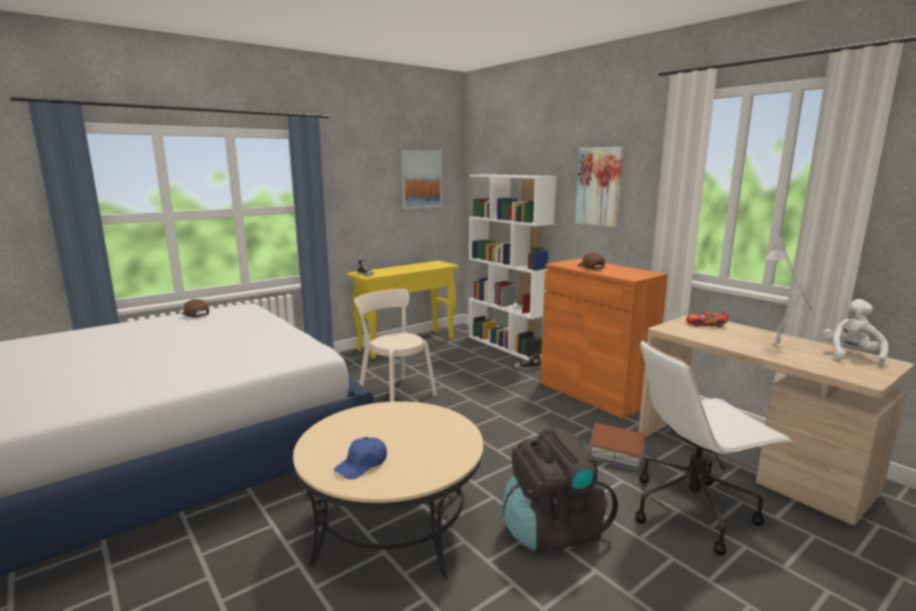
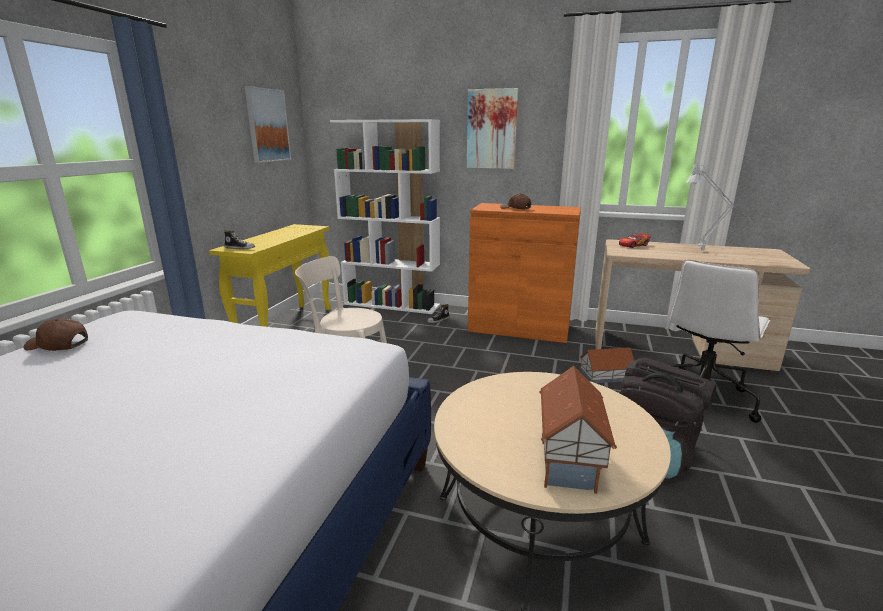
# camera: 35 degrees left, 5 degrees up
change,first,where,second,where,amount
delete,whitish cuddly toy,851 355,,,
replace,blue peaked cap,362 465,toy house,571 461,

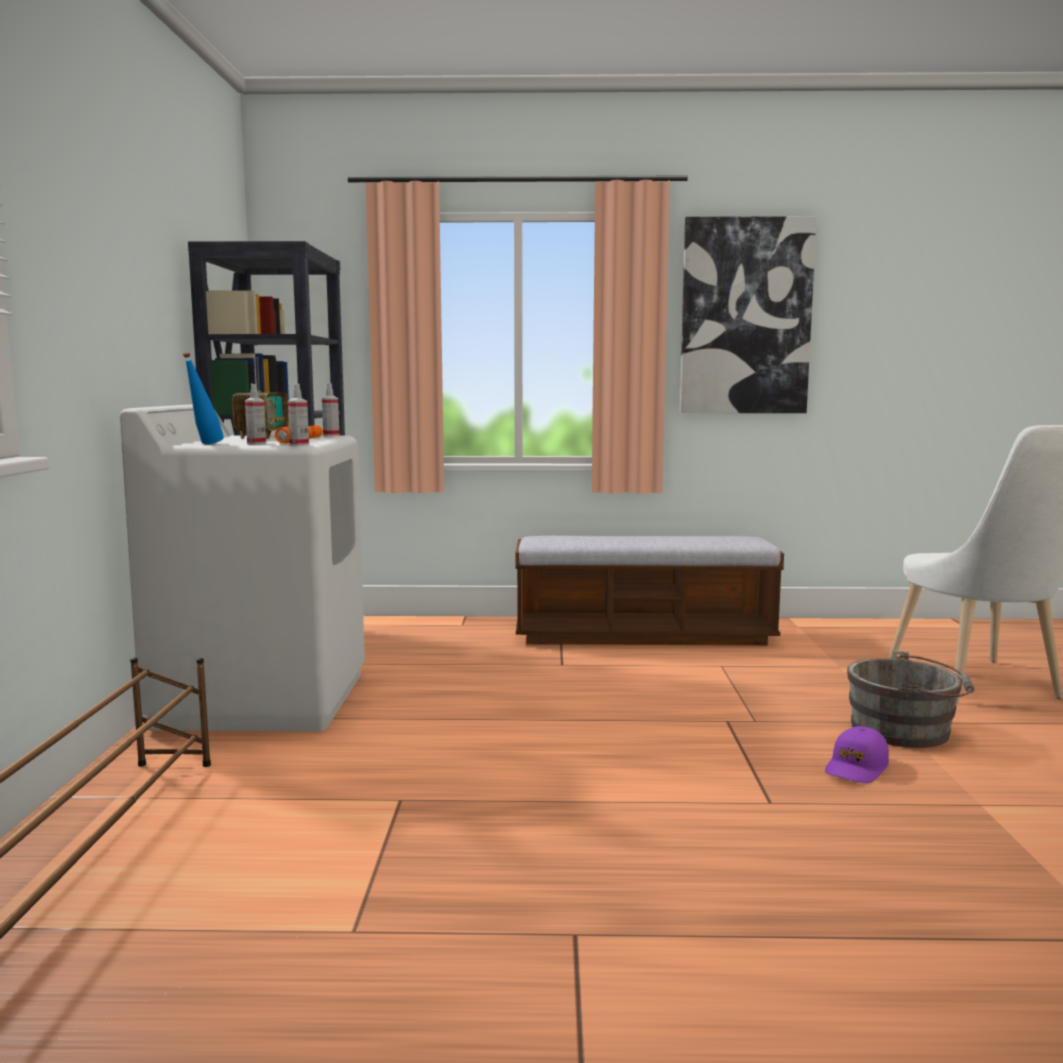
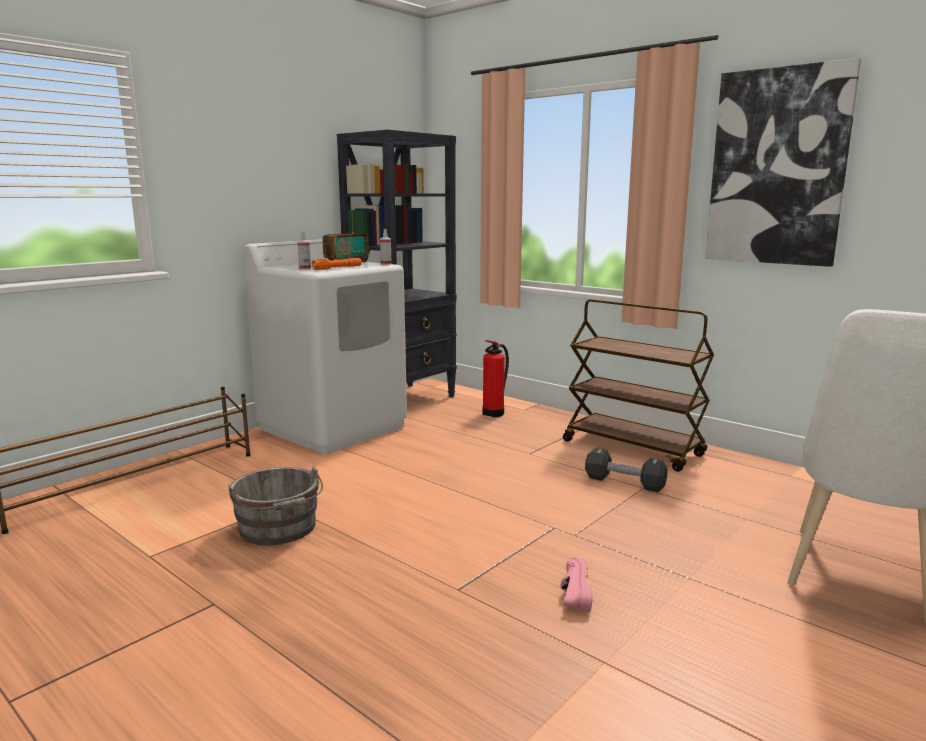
# camera: 40 degrees right, 5 degrees up
change,first,where,second,where,amount
delete,blue drink bottle,204 444,,,
delete,hand sprayer,299 445,,,
insert,,,fire extinguisher,495 413,
insert,,,black-coloured hand weight,624 483,
move,grey water bucket,906 730,,279 529,
replace,bench,643 635,brown trolley,633 448,
replace,purplish peaked cap,856 767,pink shoe,571 595,

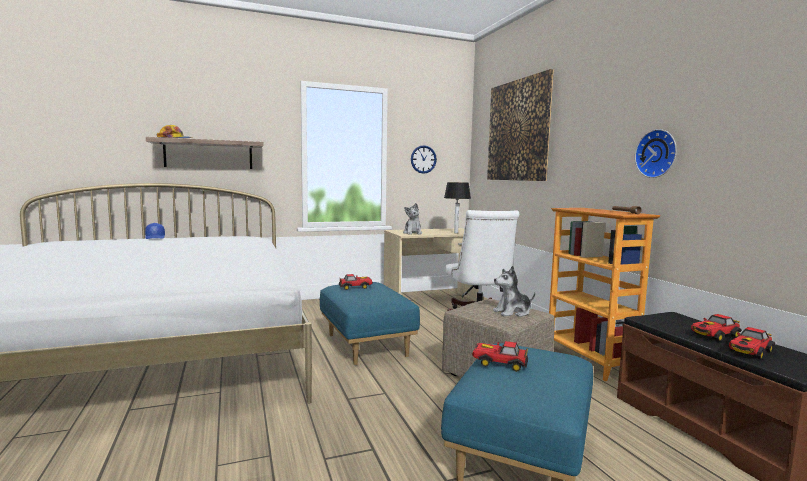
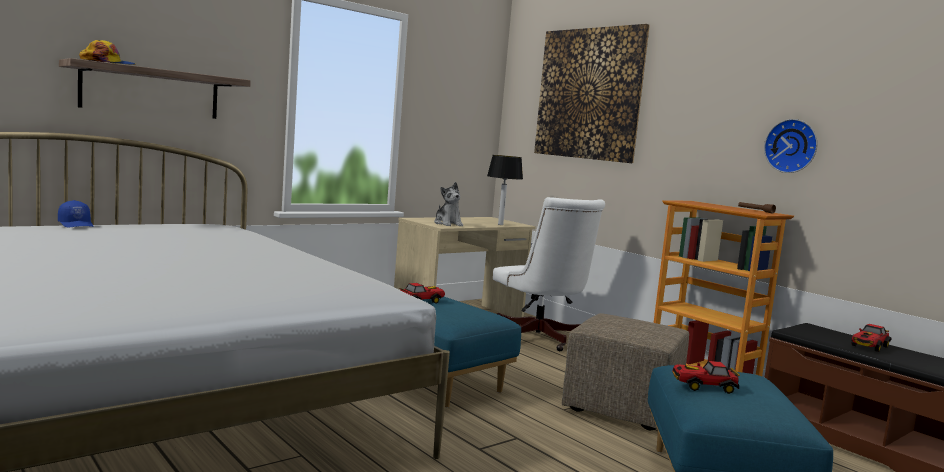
# camera: 20 degrees left, 0 degrees up
change,first,where,second,where,amount
delete,wall clock,423 159,,,
delete,cuddly toy,513 312,,,
delete,miniature car,749 352,,,

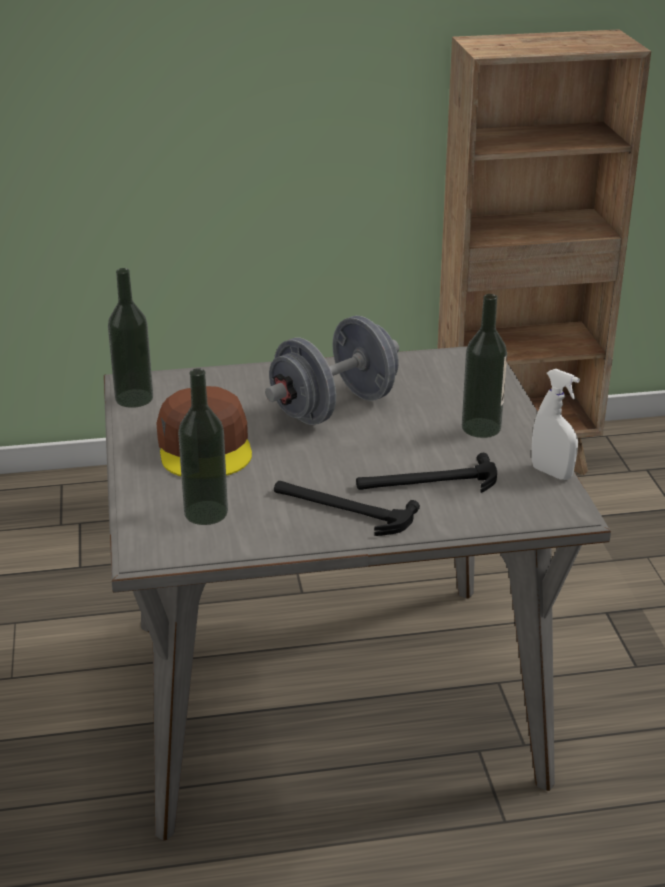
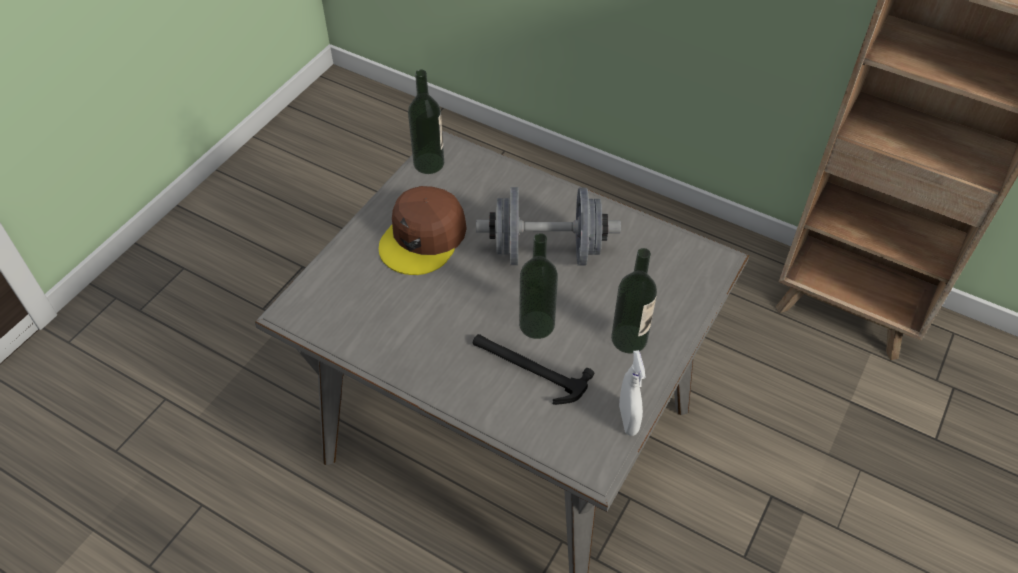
# camera: 40 degrees right, 20 degrees up
change,first,where,second,where,amount
delete,tool hammer,341 509,,,
move,drink bottle,206 512,,536 324,

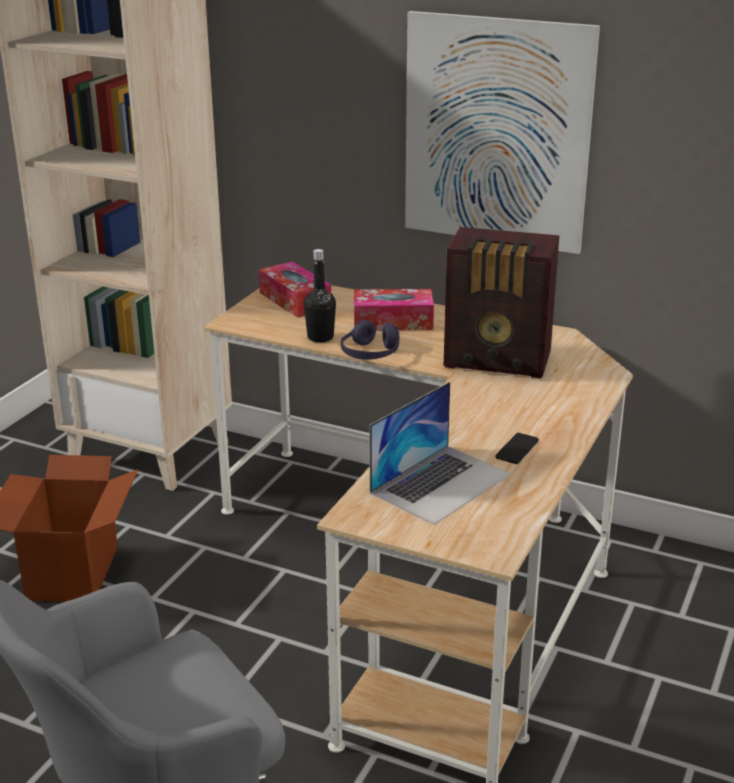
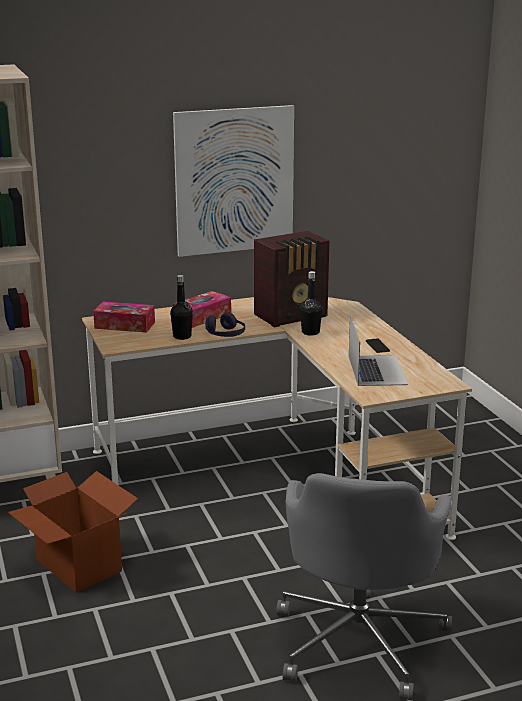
# camera: 45 degrees left, 5 degrees down
change,first,where,second,where,amount
insert,,,black-coloured drink bottle,310 332,

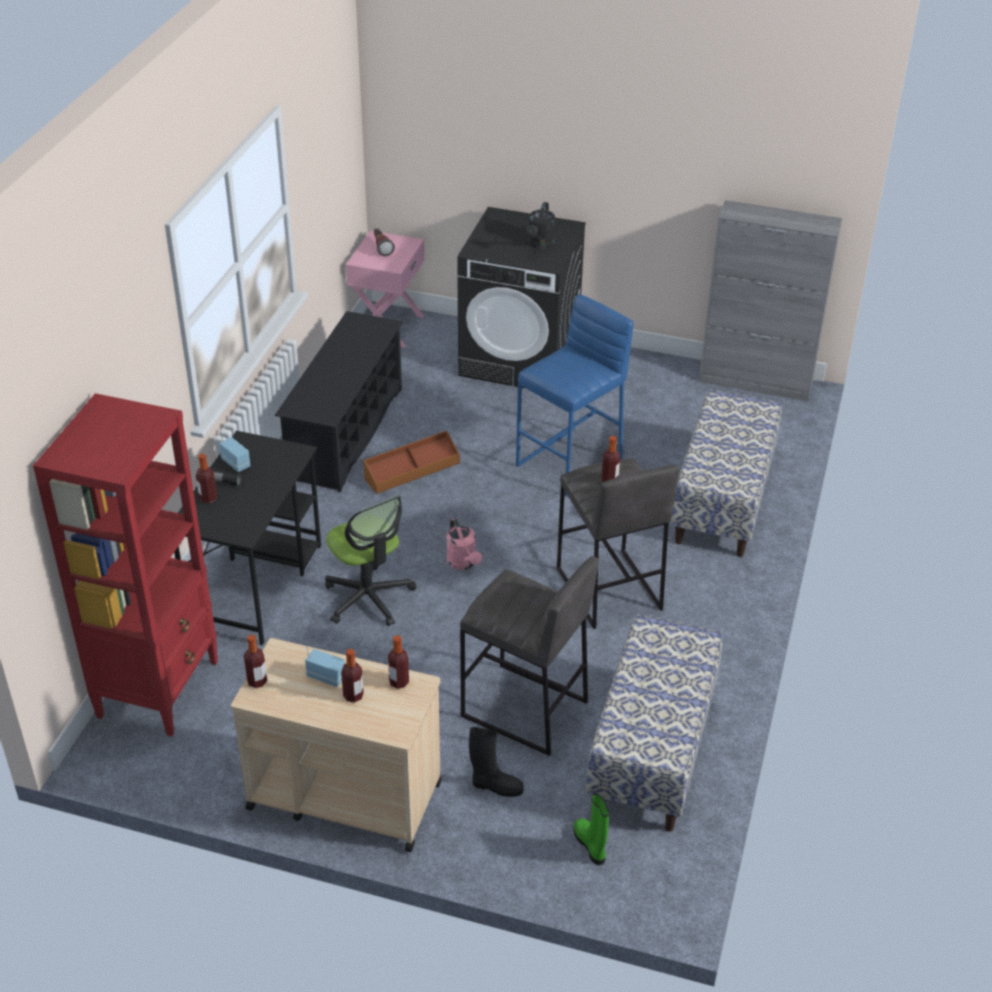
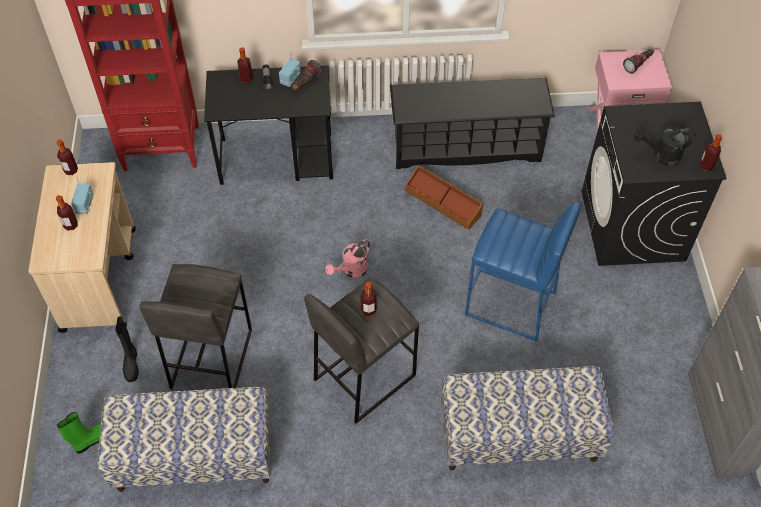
# camera: 70 degrees right, 15 degrees up
change,first,where,second,where,amount
delete,desk chair,368 598,,,
insert,,,torch,305 83,
move,drink bottle,399 682,,706 166,

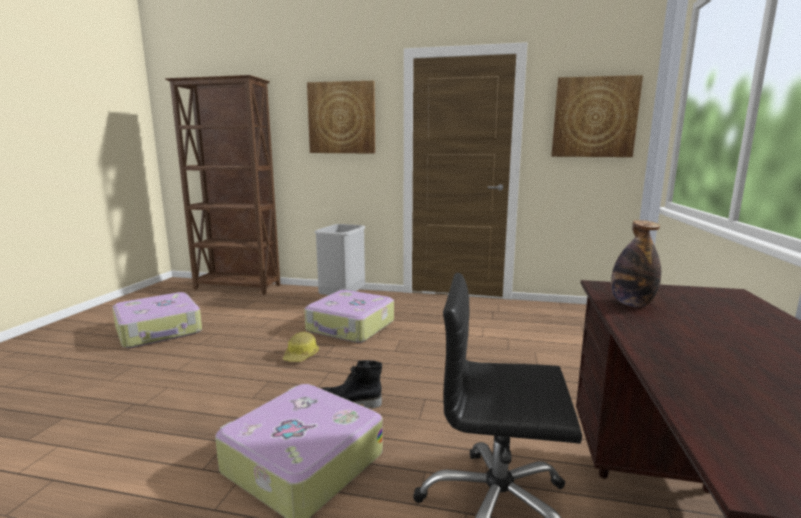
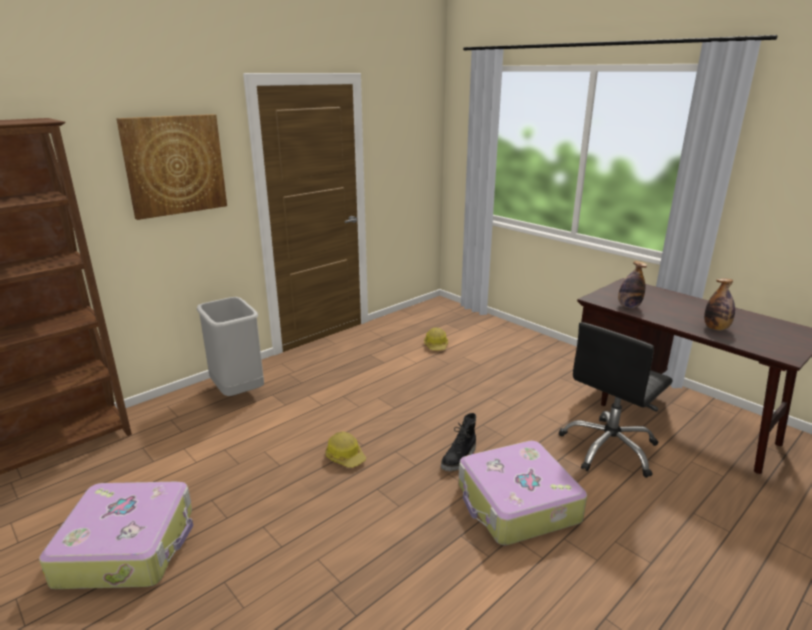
# camera: 55 degrees left, 10 degrees up
change,first,where,second,where,amount
delete,travel case,350 327,,,
delete,wall art,594 117,,,
insert,,,hard hat,436 345,
insert,,,drink bottle,716 328,

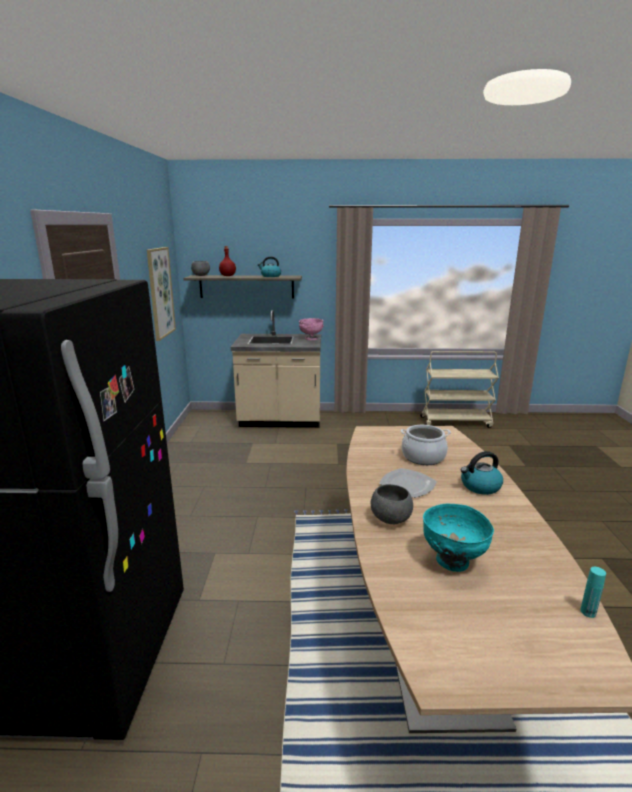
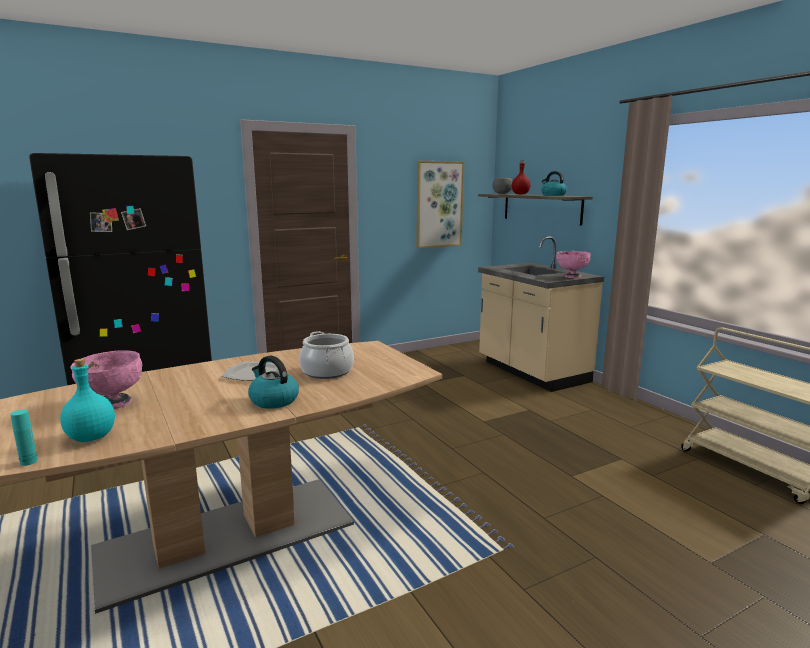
# camera: 60 degrees right, 5 degrees down
change,first,where,second,where,amount
delete,grey deep dish,390 520,,,
insert,,,blue-green drink bottle,92 437,
recolor,blue-green deep dish,452 562,pink deep dish,113 404,

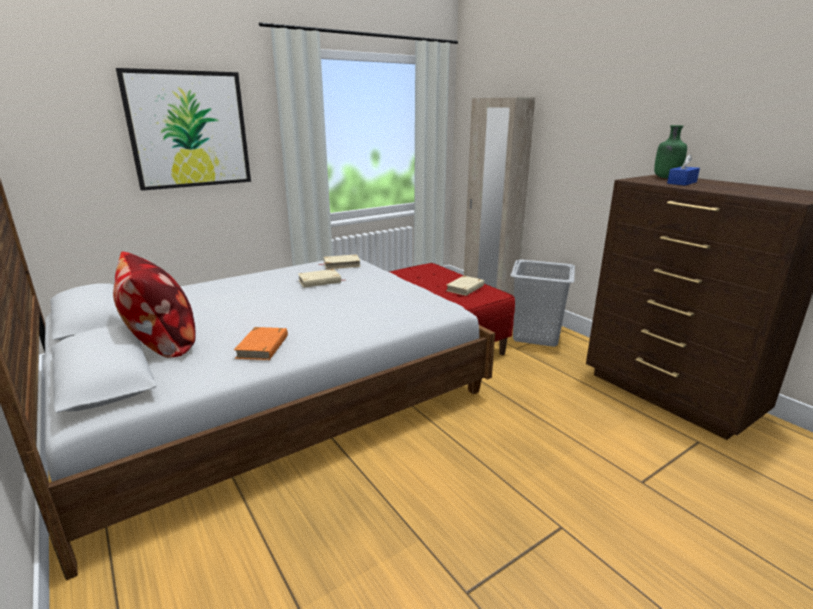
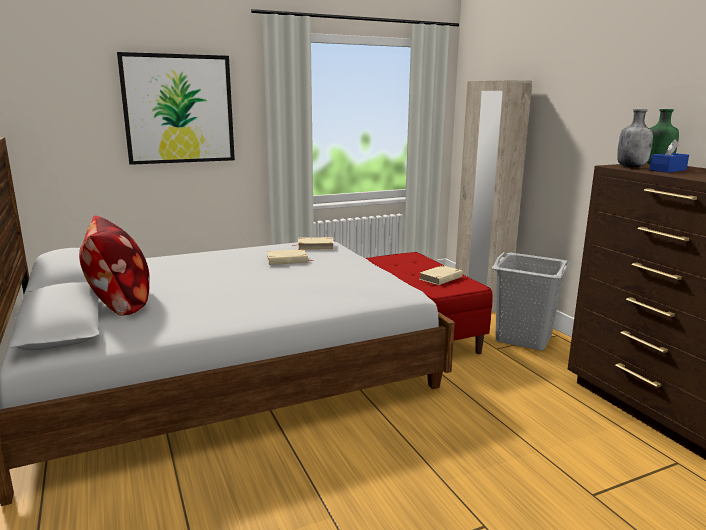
# camera: 10 degrees right, 5 degrees down
change,first,where,second,where,amount
delete,orangey bound book,263 347,,,
insert,,,grey drink bottle,631 167,

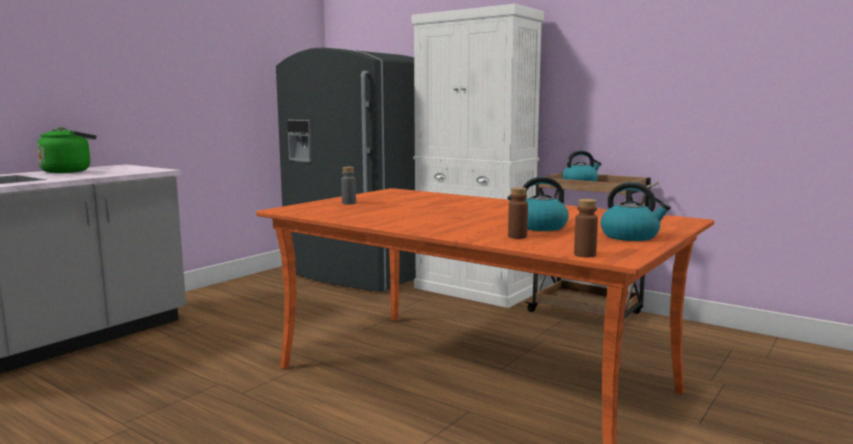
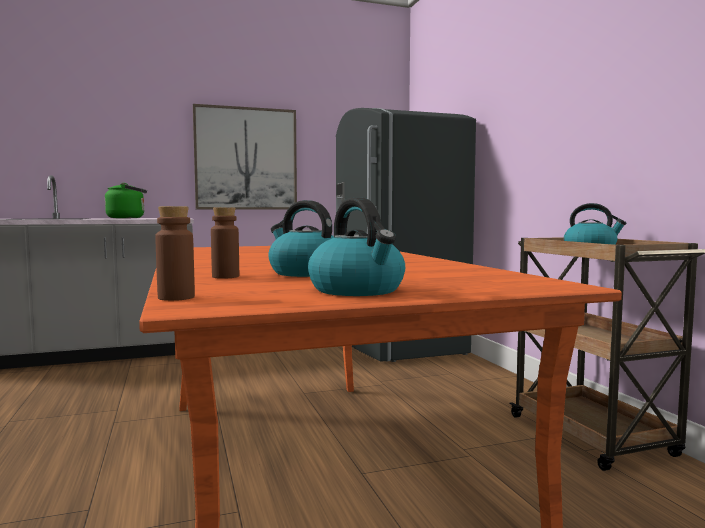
# camera: 35 degrees right, 5 degrees down
change,first,where,second,where,amount
delete,grey drink bottle,349 203,,,
delete,whitish storage cabinet,474 291,,,
insert,,,wall art,246 159,

